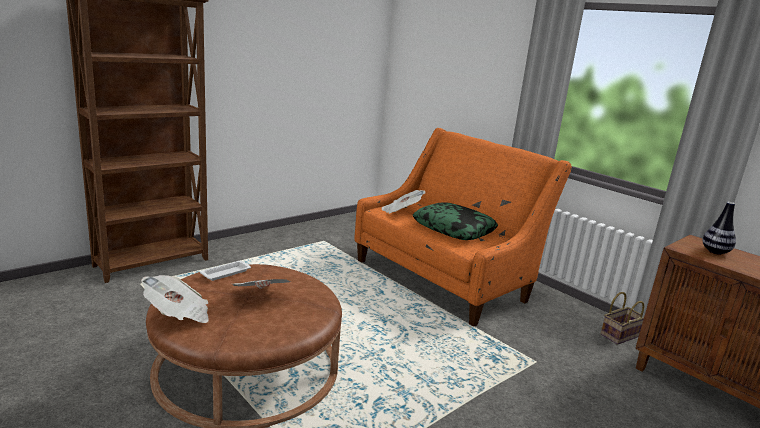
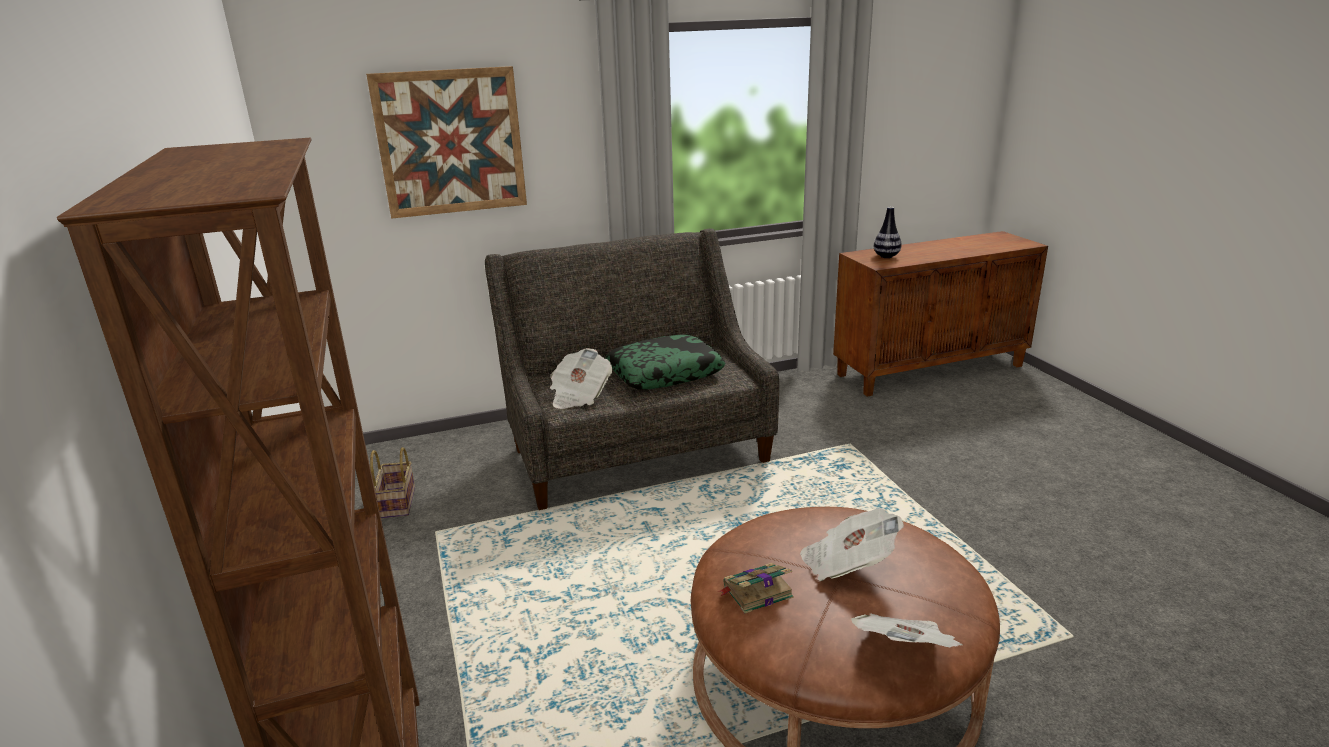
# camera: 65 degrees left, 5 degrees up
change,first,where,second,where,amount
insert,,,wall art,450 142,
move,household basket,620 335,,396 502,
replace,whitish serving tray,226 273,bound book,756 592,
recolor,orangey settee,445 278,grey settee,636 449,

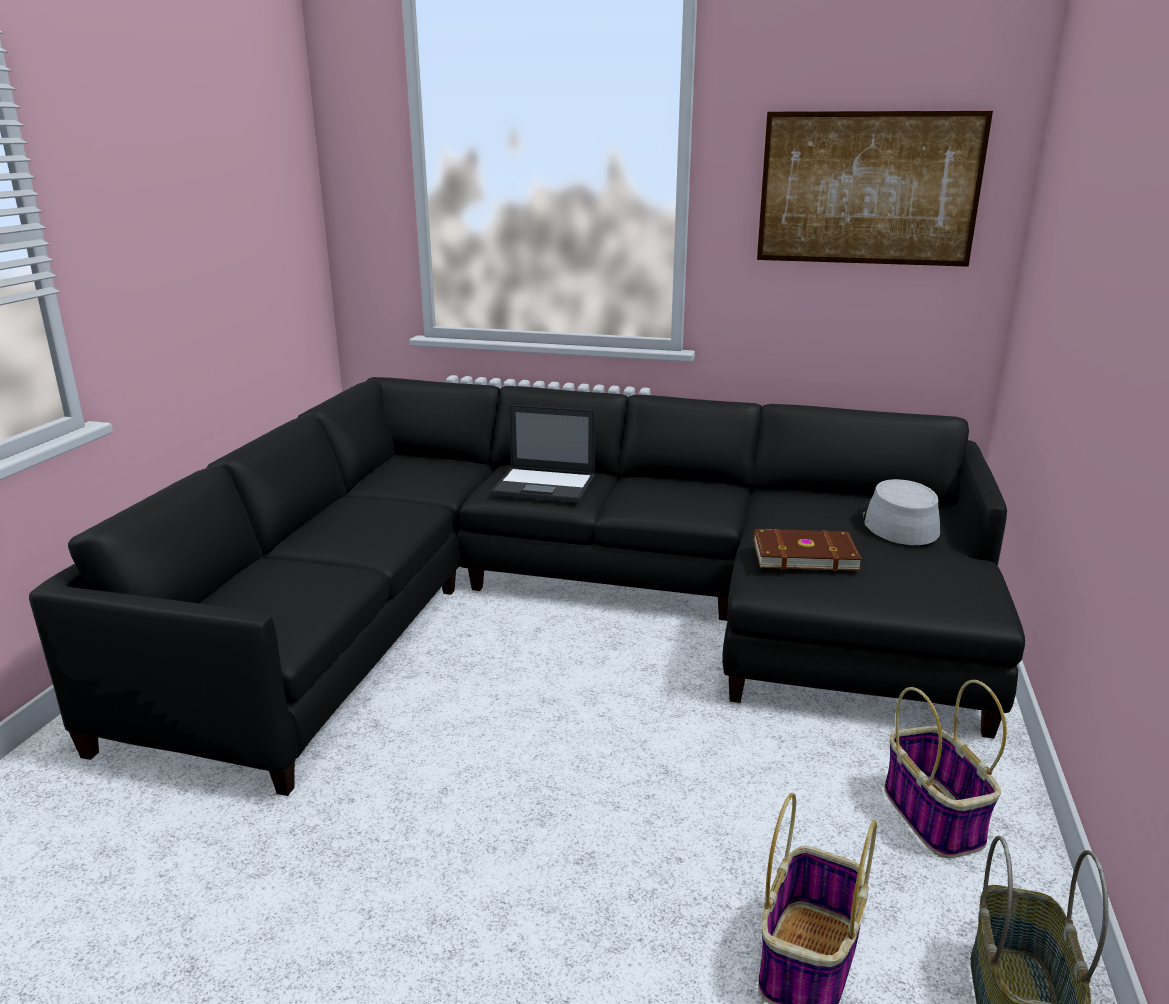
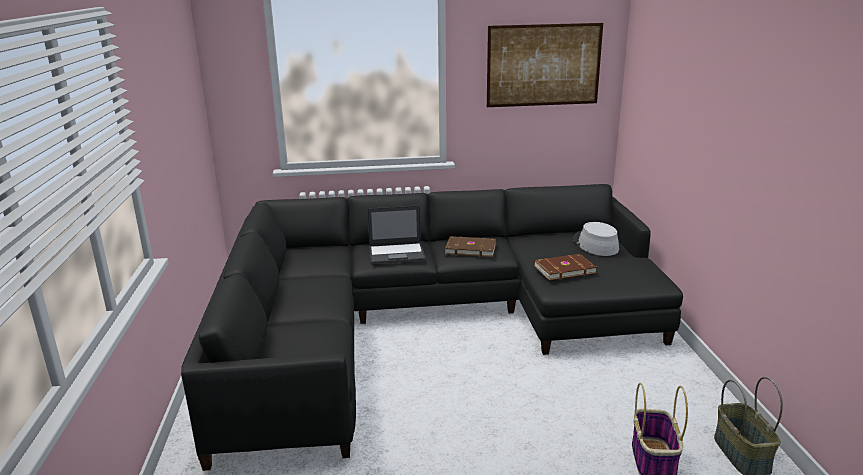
# camera: 20 degrees left, 0 degrees up
change,first,where,second,where,amount
delete,household basket,934 817,,,
insert,,,brown bound book,470 248,

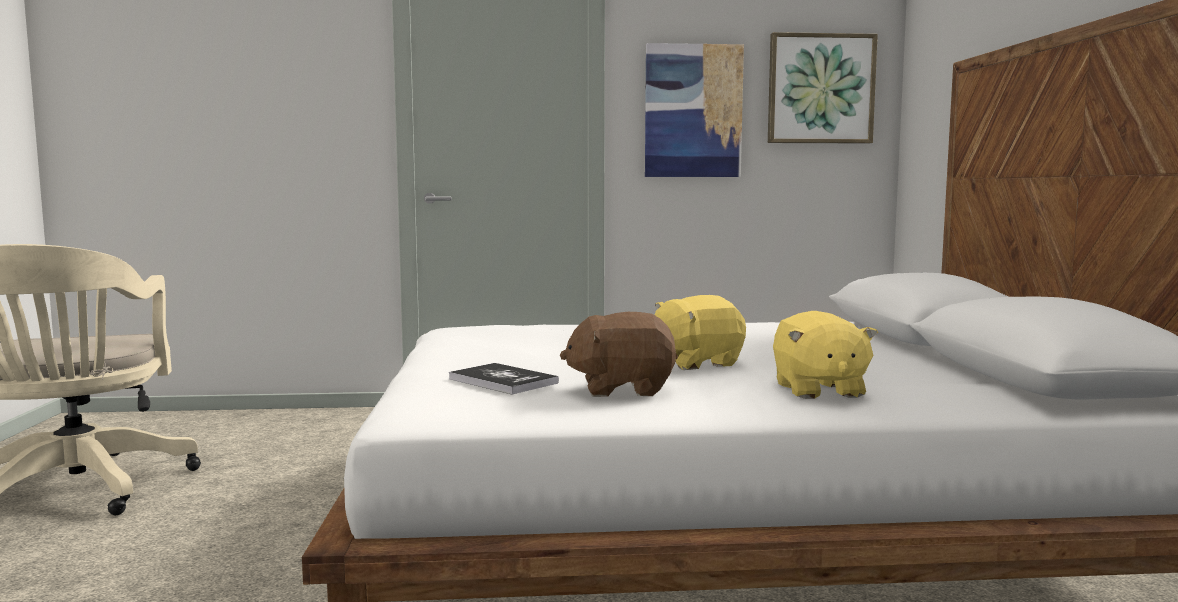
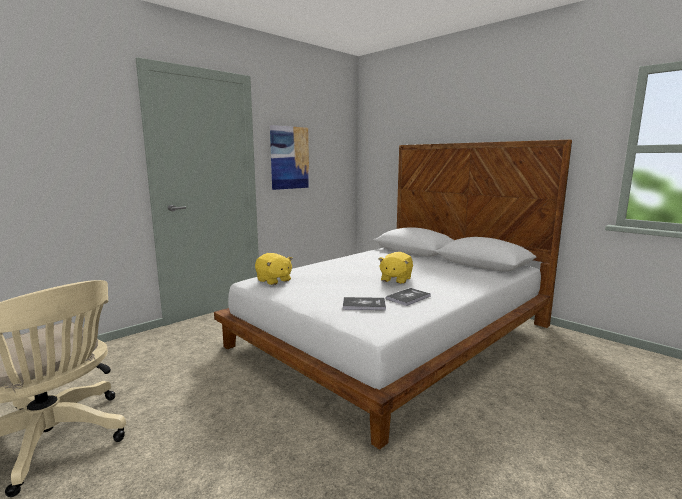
# camera: 40 degrees left, 5 degrees up
change,first,where,second,where,amount
delete,wall art,820 89,,,
move,yellowish cuddly toy,818 390,,274 280,
replace,brown cuddly toy,621 389,bound book,408 297,

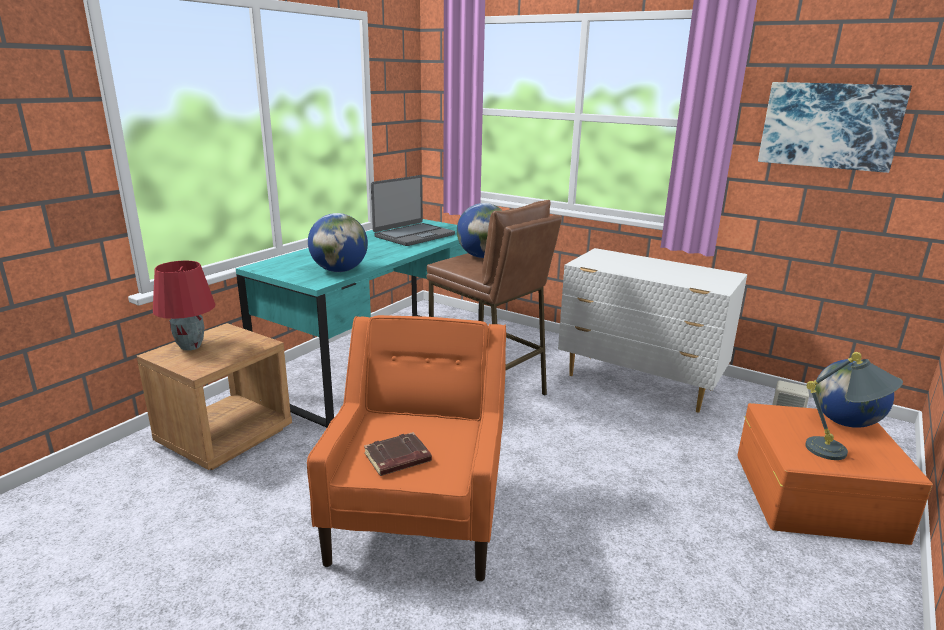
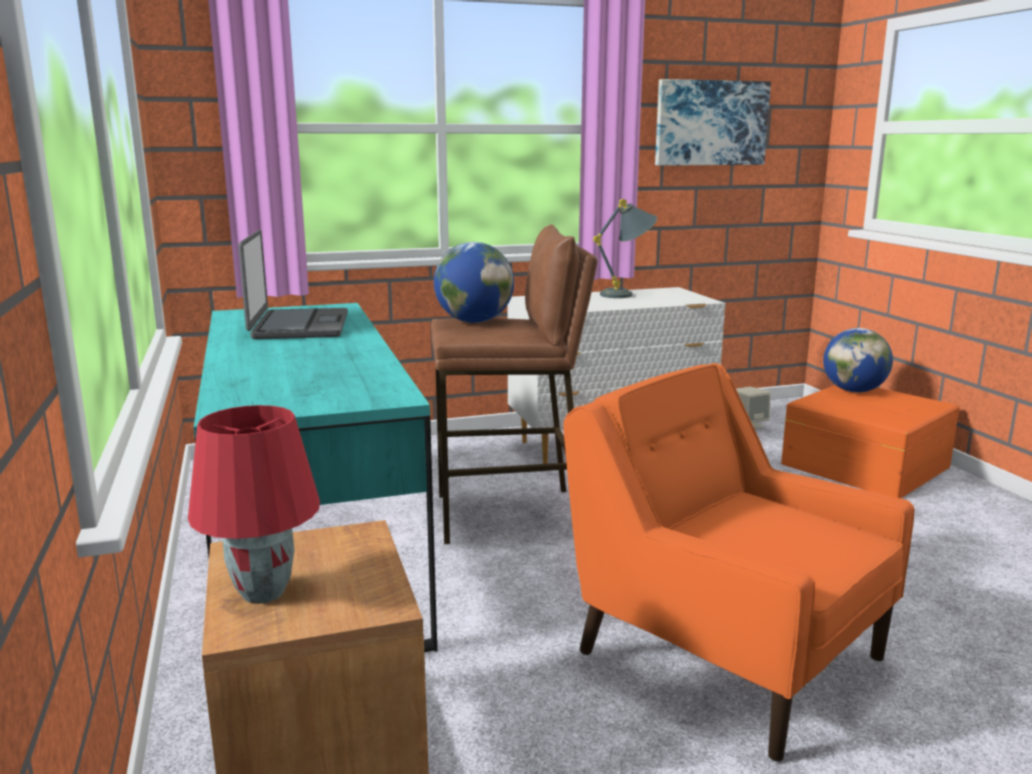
# camera: 50 degrees left, 5 degrees down
change,first,where,second,where,amount
delete,desk globe,339 270,,,
delete,brown bound book,397 459,,,
move,grey table lamp,841 454,,627 294,

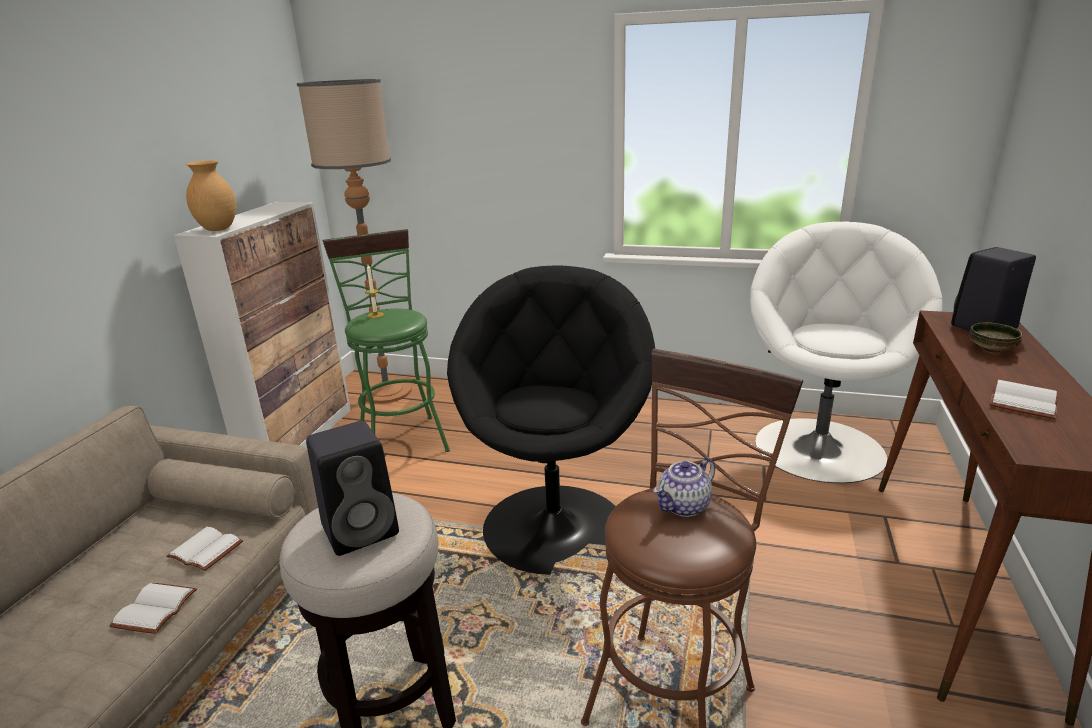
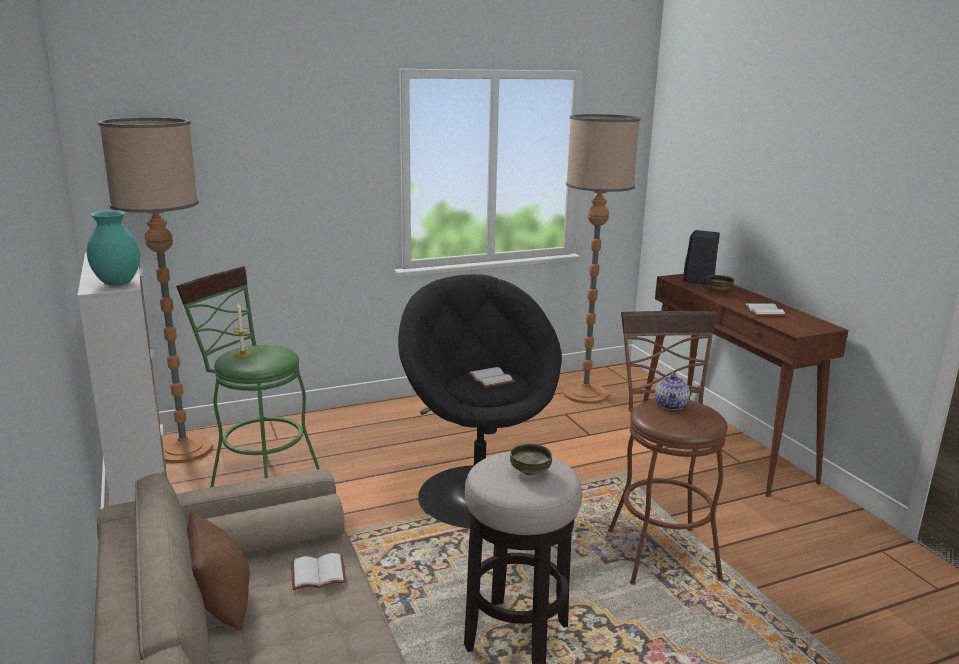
# camera: 40 degrees left, 5 degrees down
change,first,where,second,where,amount
insert,,,brown throw pillow,221 603,
move,whitish bound book,156 610,,492 379,
replace,black-coloured loudspeaker,363 529,deep dish,530 471,
replace,whitish armchair,819 447,standing lamp,585 394,
recolor,brown decorative vase,219 229,blue-green decorative vase,117 283,

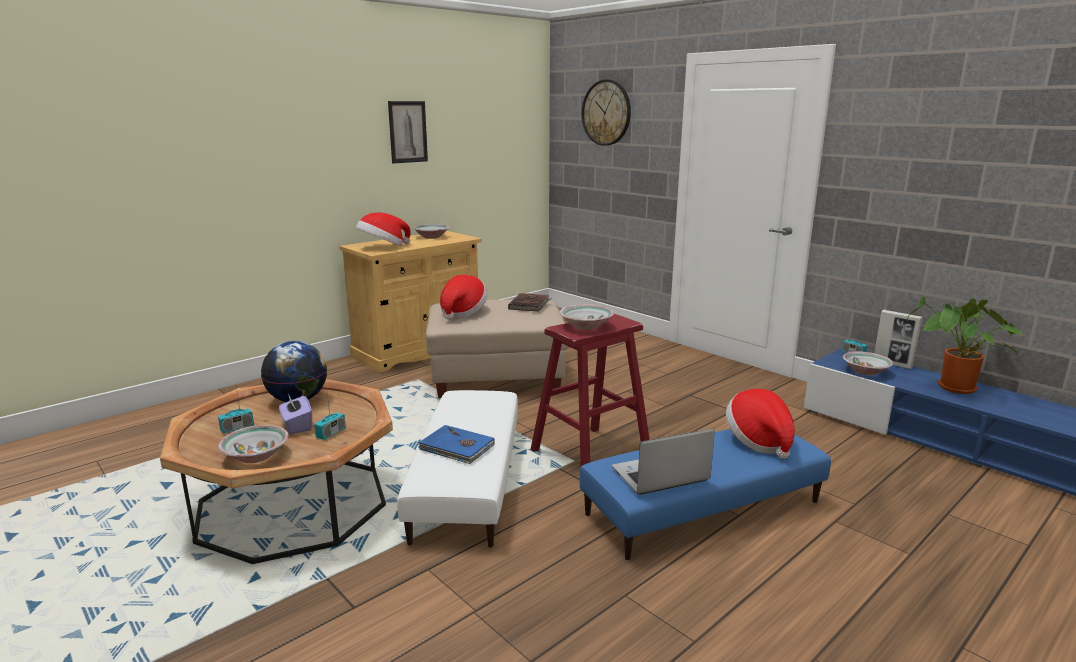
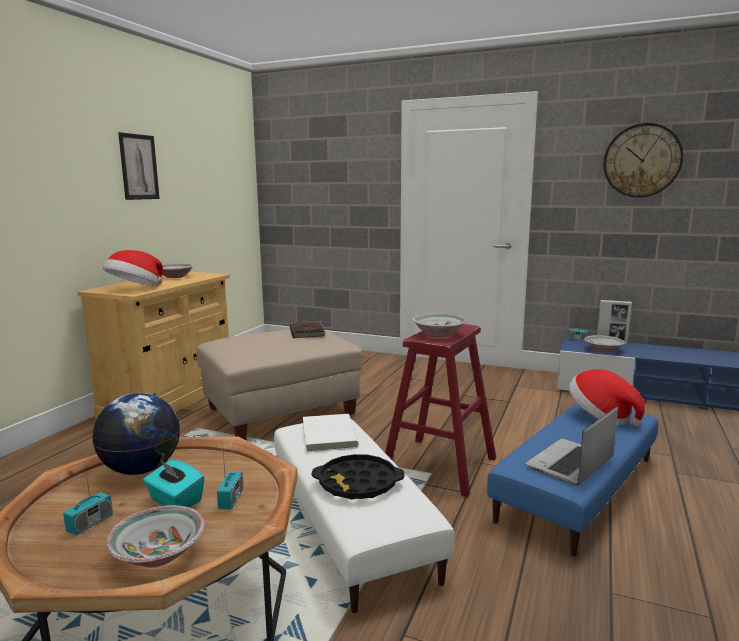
# camera: 25 degrees left, 5 degrees down
change,first,where,second,where,amount
delete,hat,462 312,,,
delete,potted plant,954 389,,,
insert,,,whitish bound book,327 435,
move,wall clock,606 113,,642 160,
replace,blue bound book,456 448,black-coloured serving tray,358 483,
recolor,purplish tissue holder,297 426,blue-green tissue holder,175 501,

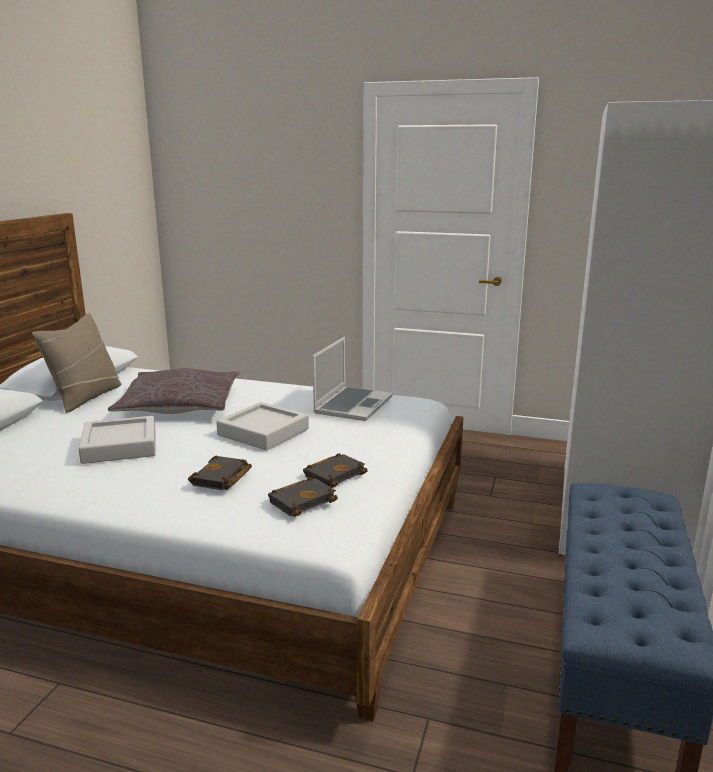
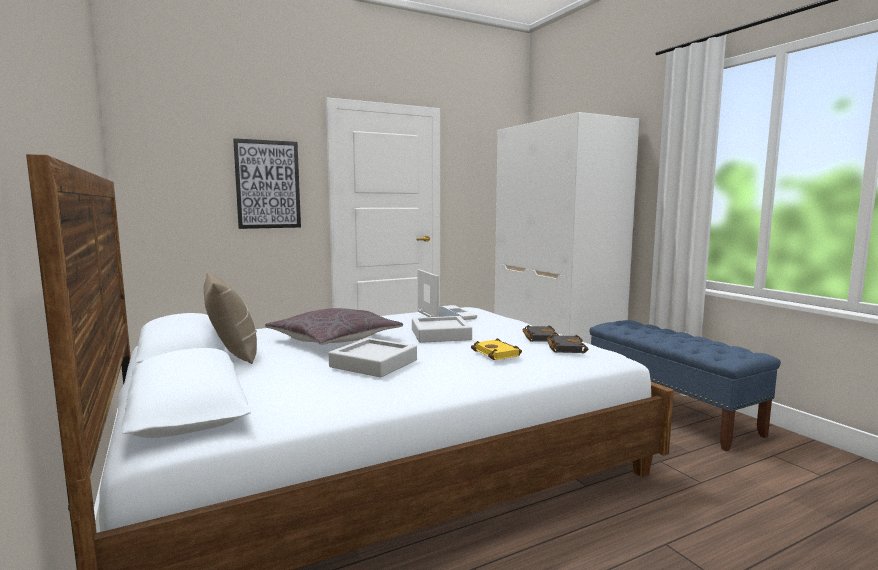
# camera: 45 degrees left, 10 degrees down
change,first,where,second,where,amount
insert,,,wall art,268 184,
recolor,black-coloured bound book,222 478,yellowish bound book,498 353,

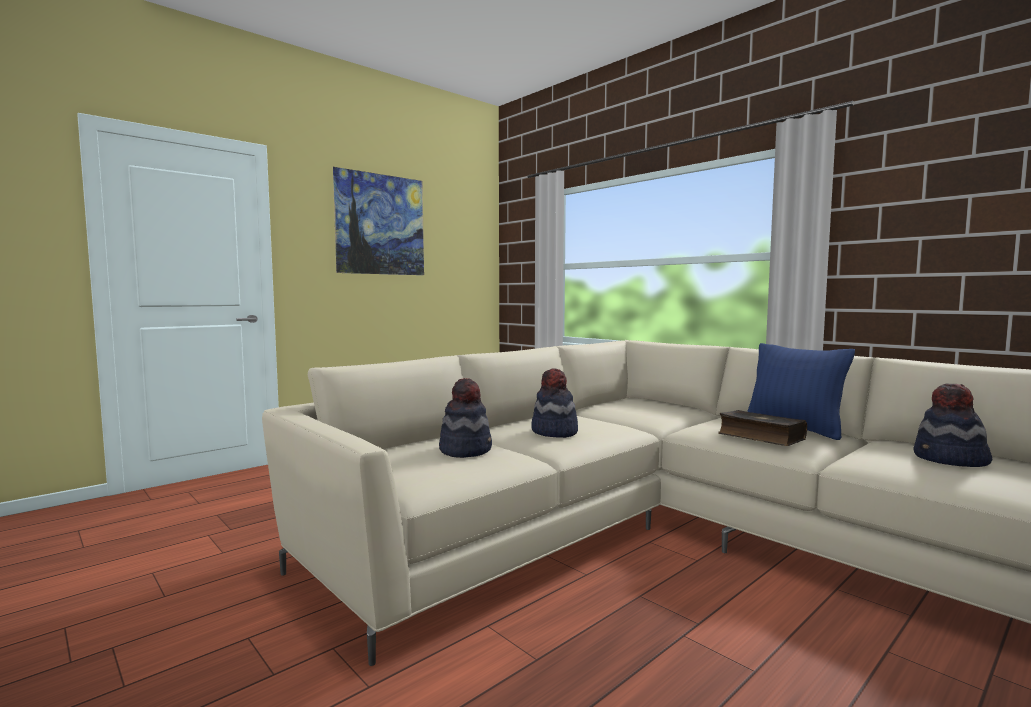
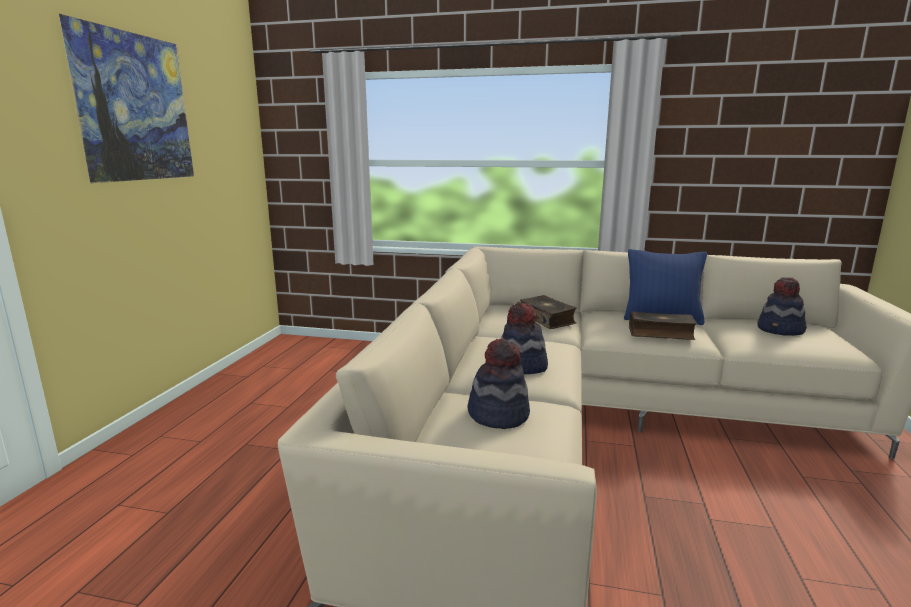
# camera: 35 degrees left, 10 degrees up
change,first,where,second,where,amount
insert,,,bound book,546 319,

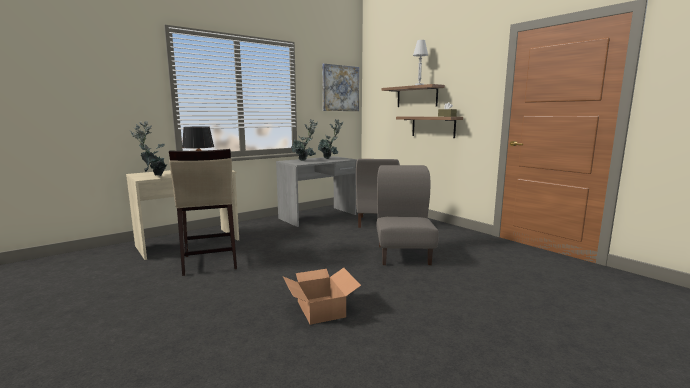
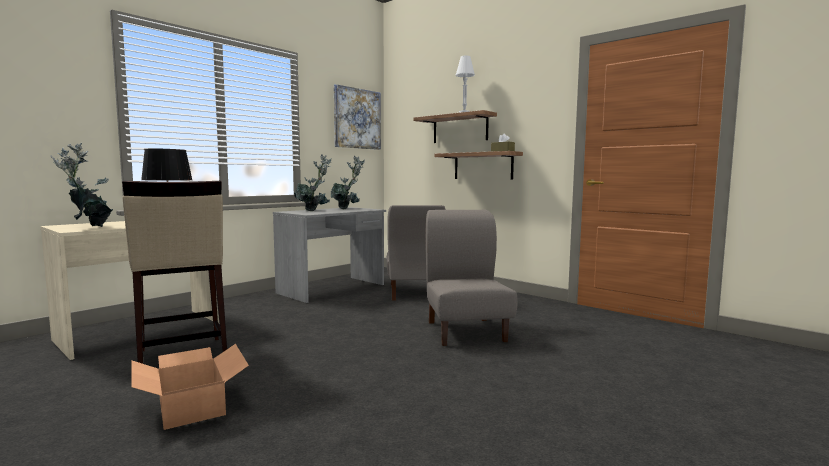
# camera: 10 degrees left, 5 degrees down
change,first,where,second,where,amount
move,cardboard box,320 309,,190 407,

